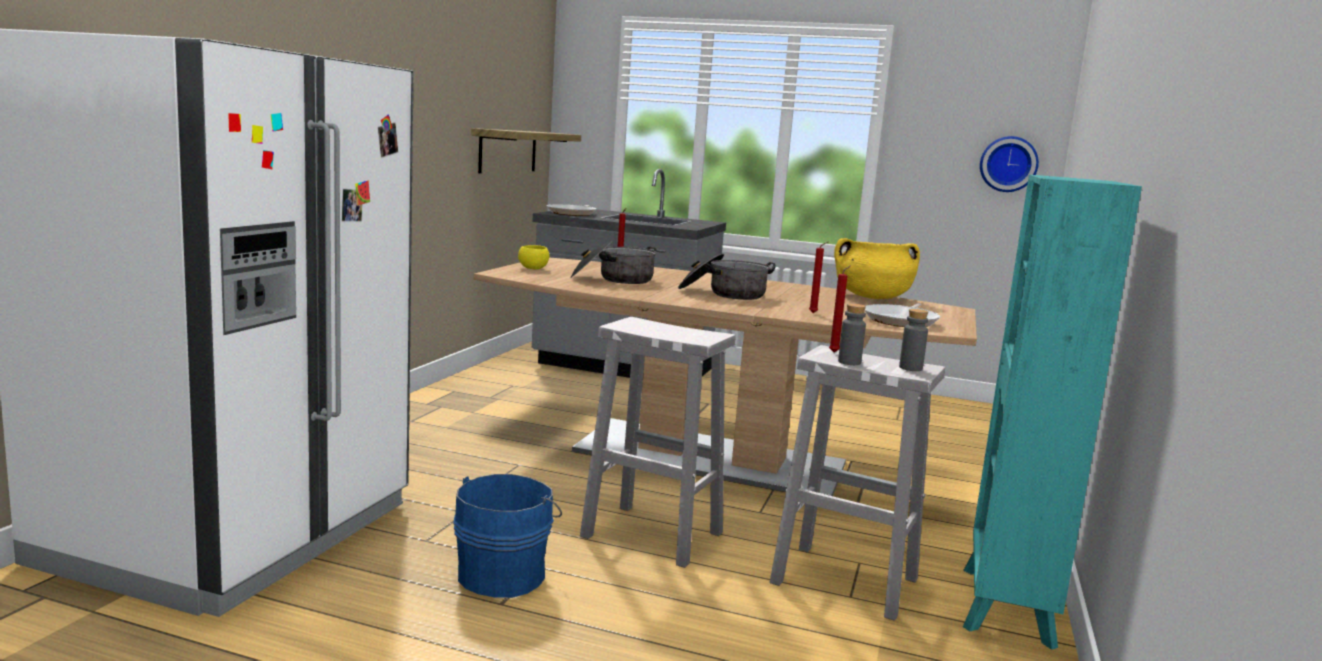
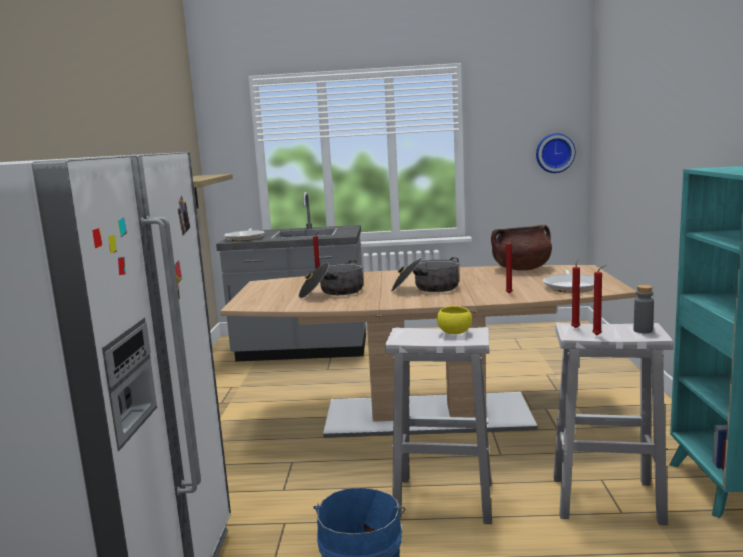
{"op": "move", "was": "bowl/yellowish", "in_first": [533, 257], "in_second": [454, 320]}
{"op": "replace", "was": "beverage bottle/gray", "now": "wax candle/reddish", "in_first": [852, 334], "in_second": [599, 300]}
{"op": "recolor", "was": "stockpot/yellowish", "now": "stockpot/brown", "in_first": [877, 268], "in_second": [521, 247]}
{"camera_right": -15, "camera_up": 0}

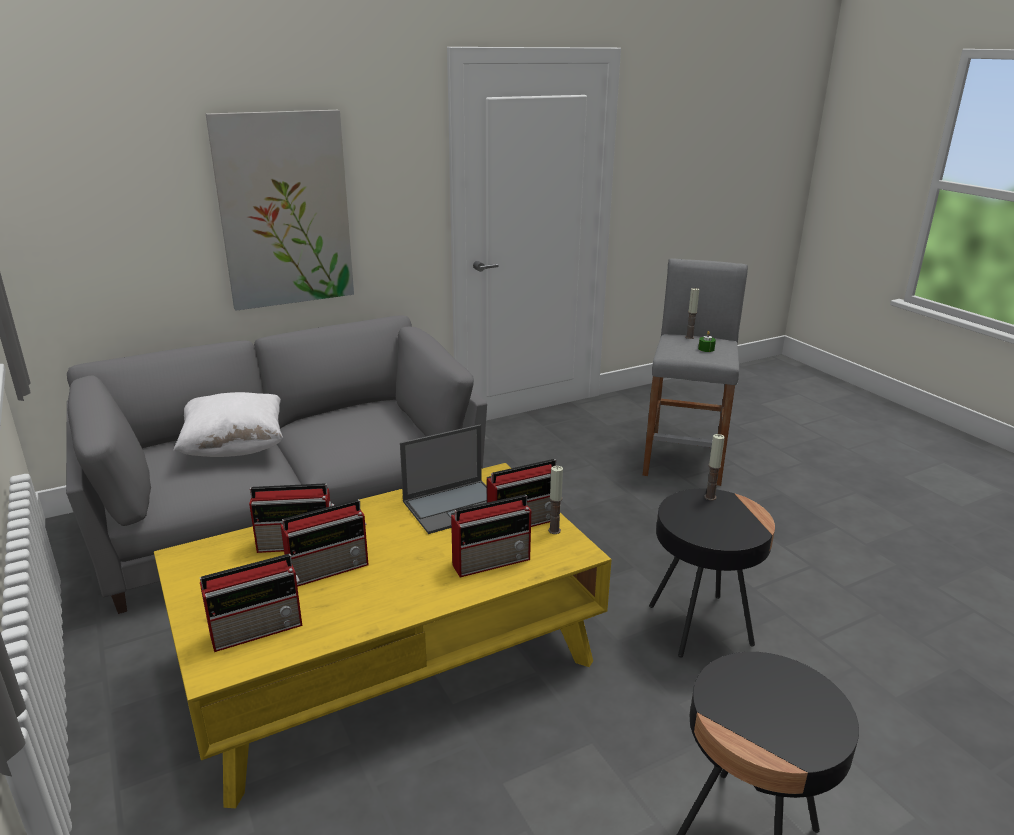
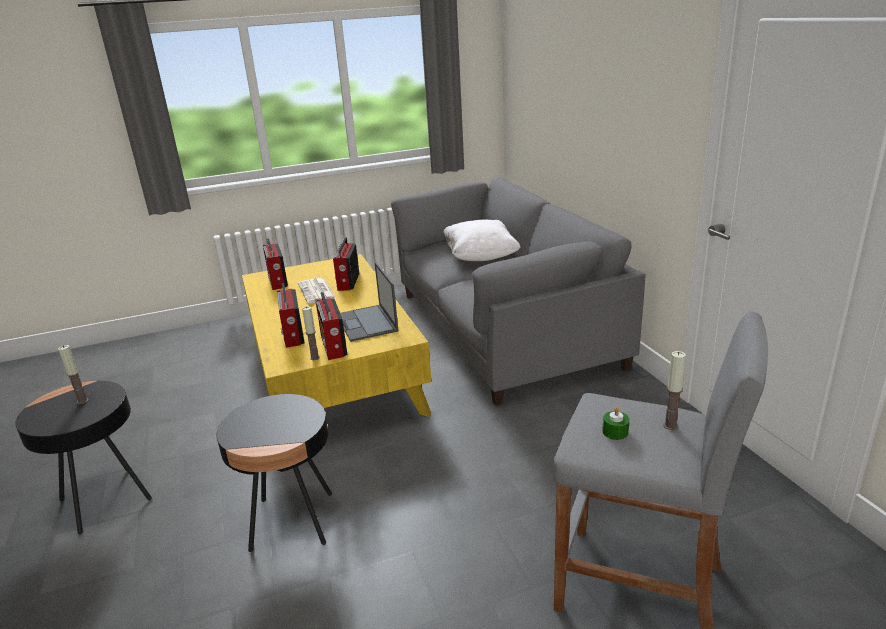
{"op": "delete", "was": "picture", "in_first": [280, 210]}
{"op": "move", "was": "wax candle", "in_first": [714, 467], "in_second": [73, 374]}
{"op": "replace", "was": "radio receiver", "now": "newspaper", "in_first": [324, 543], "in_second": [317, 291]}
{"camera_right": 100, "camera_up": 0}

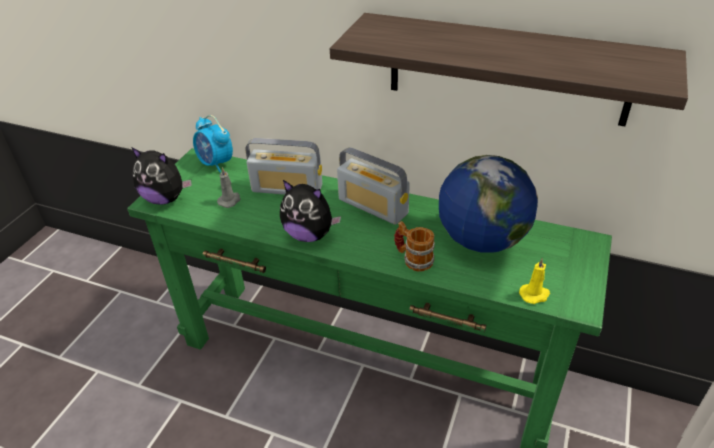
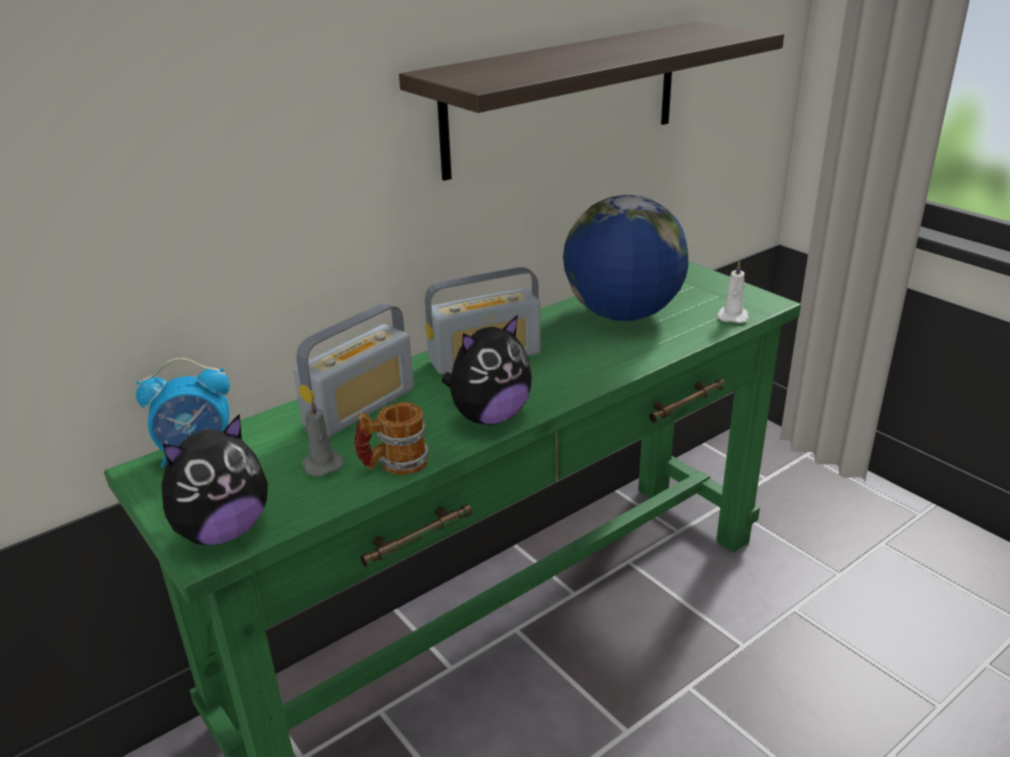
{"op": "move", "was": "tea mug", "in_first": [414, 246], "in_second": [391, 438]}
{"op": "recolor", "was": "wax candle/yellowish", "now": "wax candle/whitish", "in_first": [534, 281], "in_second": [733, 292]}
{"camera_right": -60, "camera_up": -10}

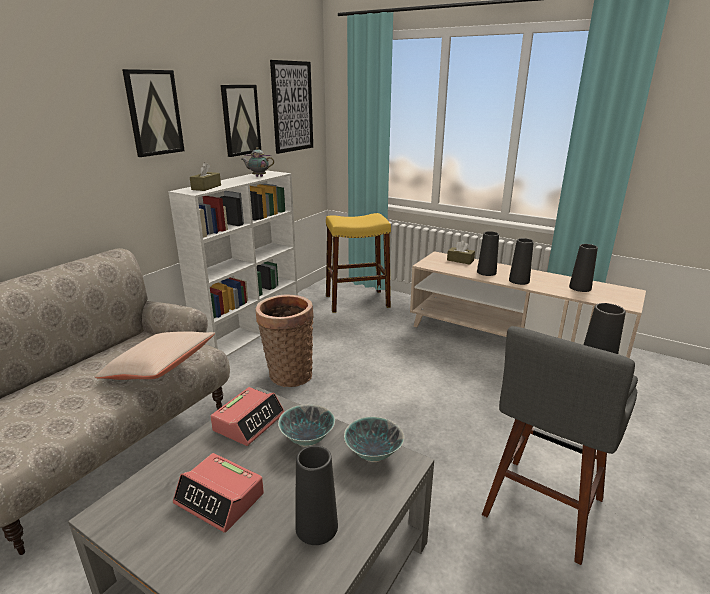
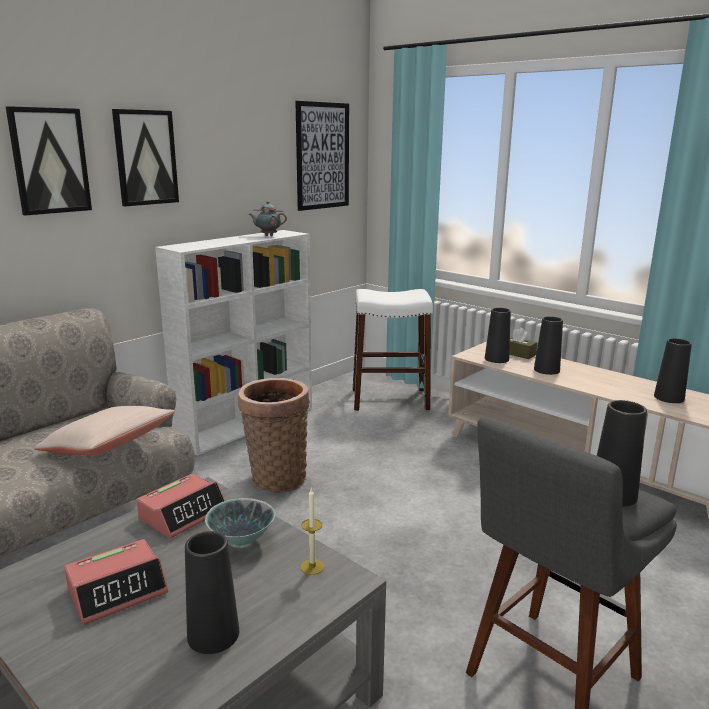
{"op": "delete", "was": "tissue box/brown", "in_first": [205, 176]}
{"op": "move", "was": "picture", "in_first": [240, 121], "in_second": [49, 161]}
{"op": "move", "was": "decorative vase/black", "in_first": [521, 261], "in_second": [498, 335]}
{"op": "replace", "was": "bowl", "now": "wax candle", "in_first": [374, 439], "in_second": [312, 532]}
{"op": "recolor", "was": "stool seat/yellowish", "now": "stool seat/whitish", "in_first": [358, 263], "in_second": [393, 350]}
{"op": "rotate", "was": "alarm clock", "in_first": [218, 493], "in_second": [116, 582], "clockwise": -75}
{"camera_right": 10, "camera_up": -5}

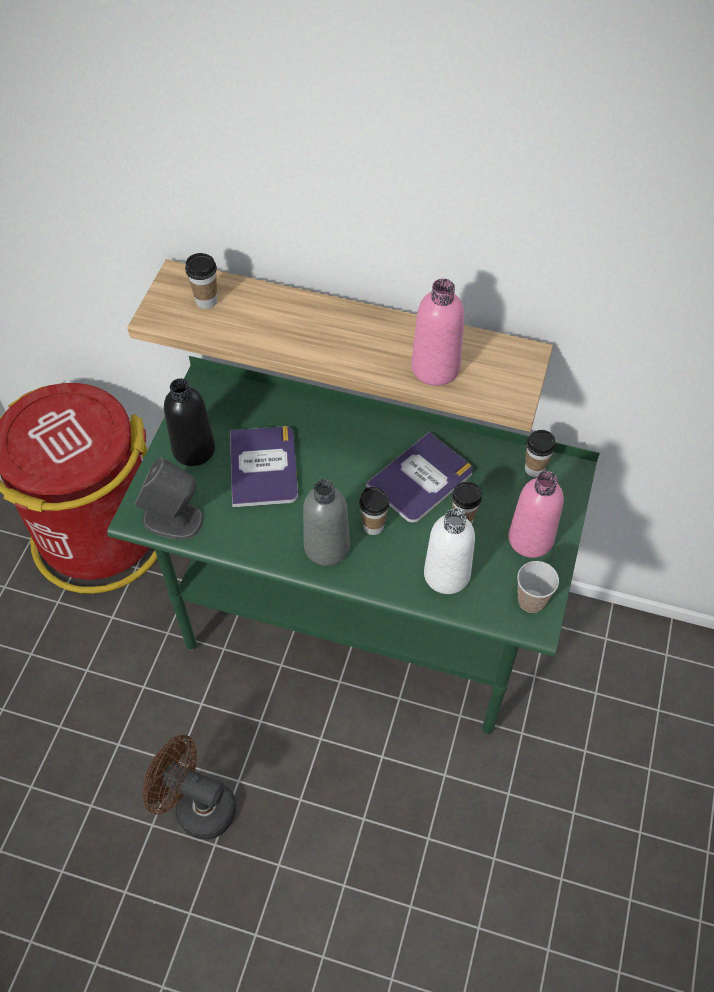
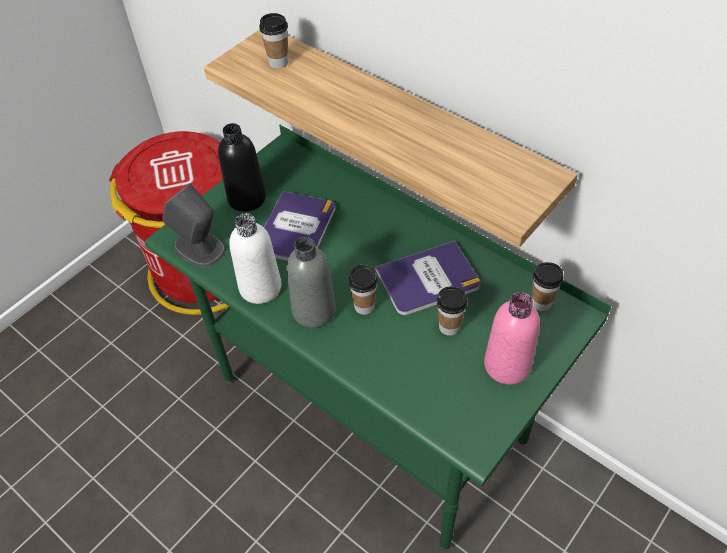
{"op": "delete", "was": "fan/brown", "in_first": [189, 787]}
{"op": "delete", "was": "beverage bottle/pinkish", "in_first": [437, 332]}
{"op": "delete", "was": "cup", "in_first": [538, 587]}
{"op": "move", "was": "beverage bottle/whitish", "in_first": [449, 551], "in_second": [255, 258]}
{"camera_right": 25, "camera_up": -5}

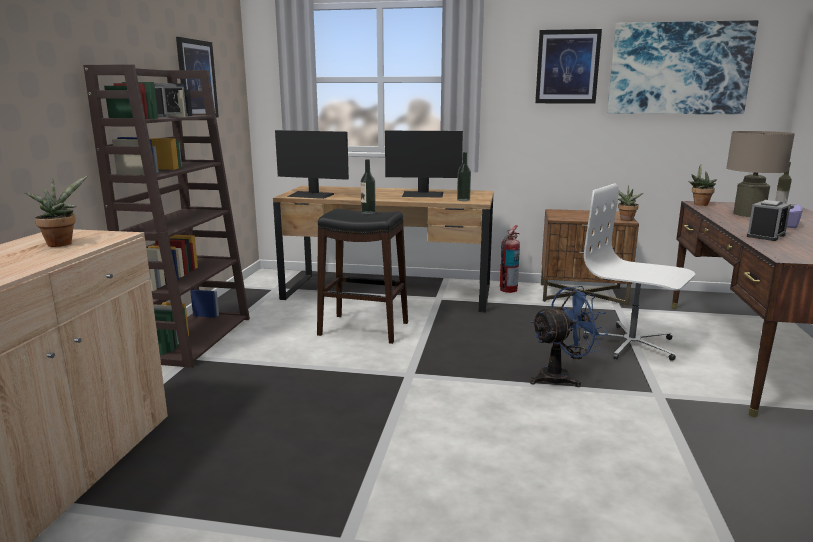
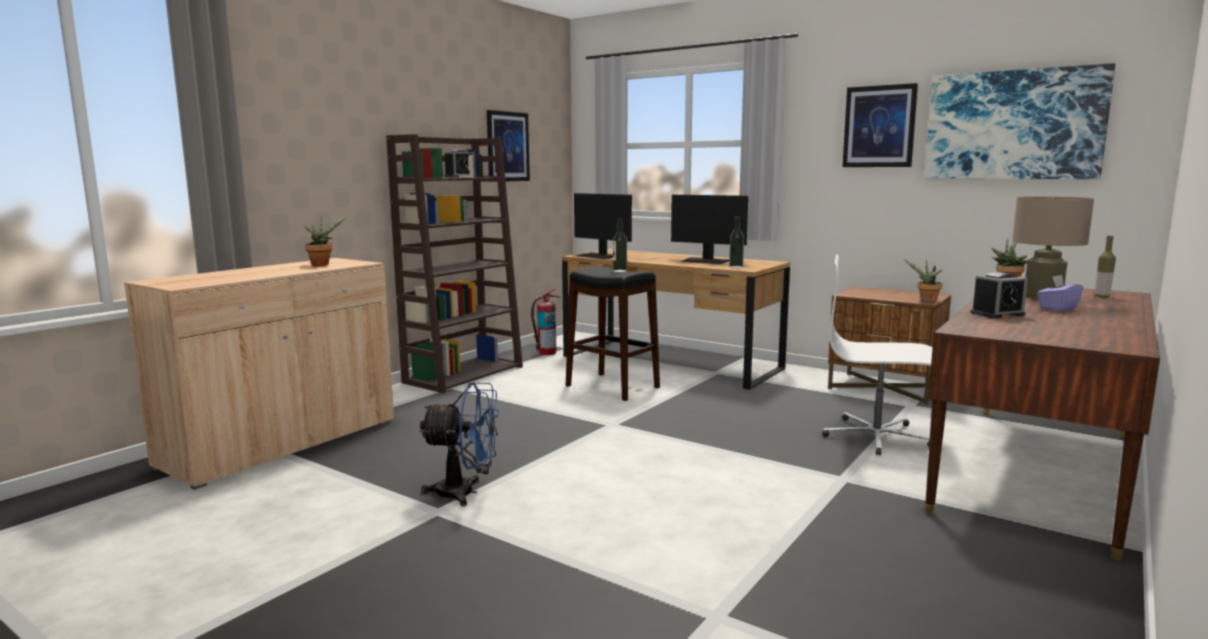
{"op": "move", "was": "extinguisher", "in_first": [510, 259], "in_second": [546, 321]}
{"op": "move", "was": "fan/blue", "in_first": [569, 336], "in_second": [459, 444]}
{"op": "rotate", "was": "desk chair/whitish", "in_first": [639, 272], "in_second": [877, 355], "clockwise": -45}
{"camera_right": 25, "camera_up": -5}

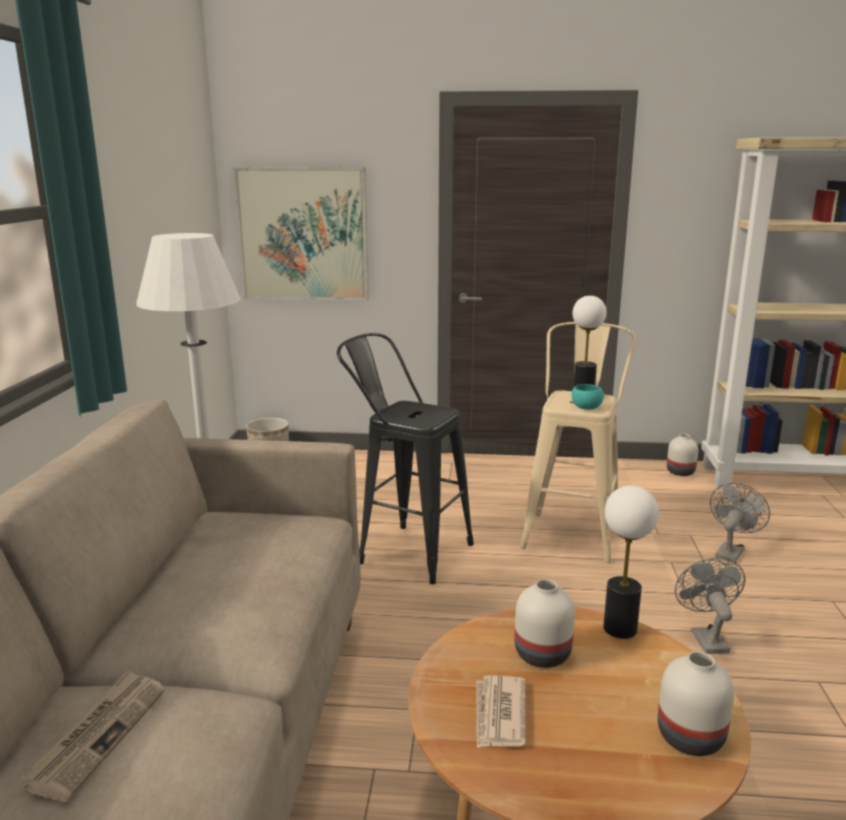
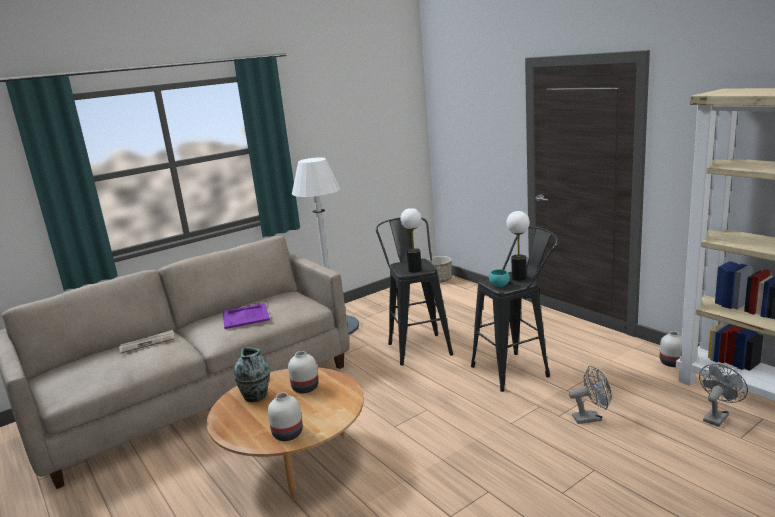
{"op": "delete", "was": "picture", "in_first": [301, 234]}
{"op": "insert", "now": "tray/purple-coloured", "in_second": [246, 316]}
{"op": "move", "was": "tabletop lamp", "in_first": [631, 562], "in_second": [411, 240]}
{"op": "move", "was": "fan/gray", "in_first": [710, 606], "in_second": [723, 395]}
{"op": "replace", "was": "newspaper", "now": "decorative vase", "in_first": [501, 712], "in_second": [251, 374]}
{"op": "recolor", "was": "stool seat/sand-coloured", "now": "stool seat/black", "in_first": [578, 442], "in_second": [514, 309]}
{"camera_right": 50, "camera_up": 0}

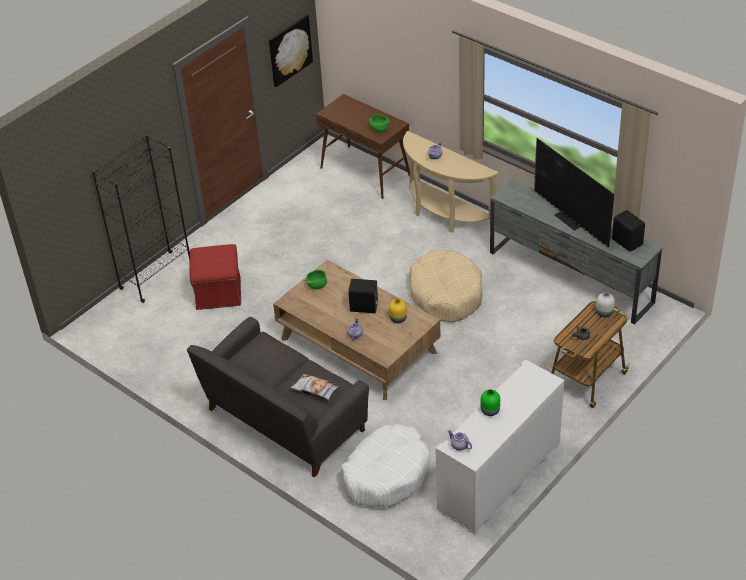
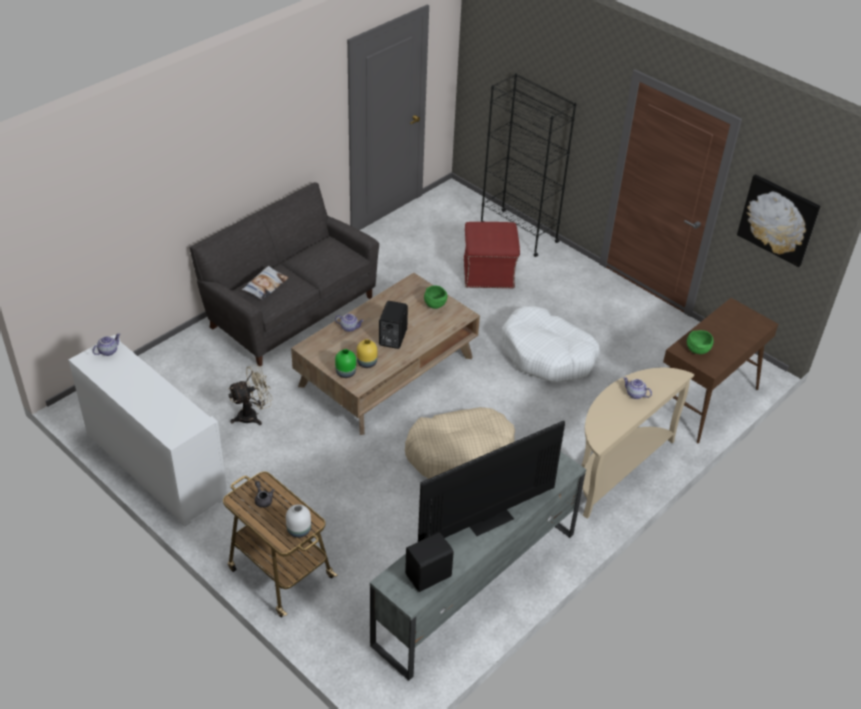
{"op": "insert", "now": "fan/sand-coloured", "in_second": [250, 394]}
{"op": "move", "was": "dog cushion/whitish", "in_first": [385, 466], "in_second": [551, 344]}
{"op": "move", "was": "decorative vase/green", "in_first": [490, 402], "in_second": [345, 363]}
{"camera_right": 90, "camera_up": 0}

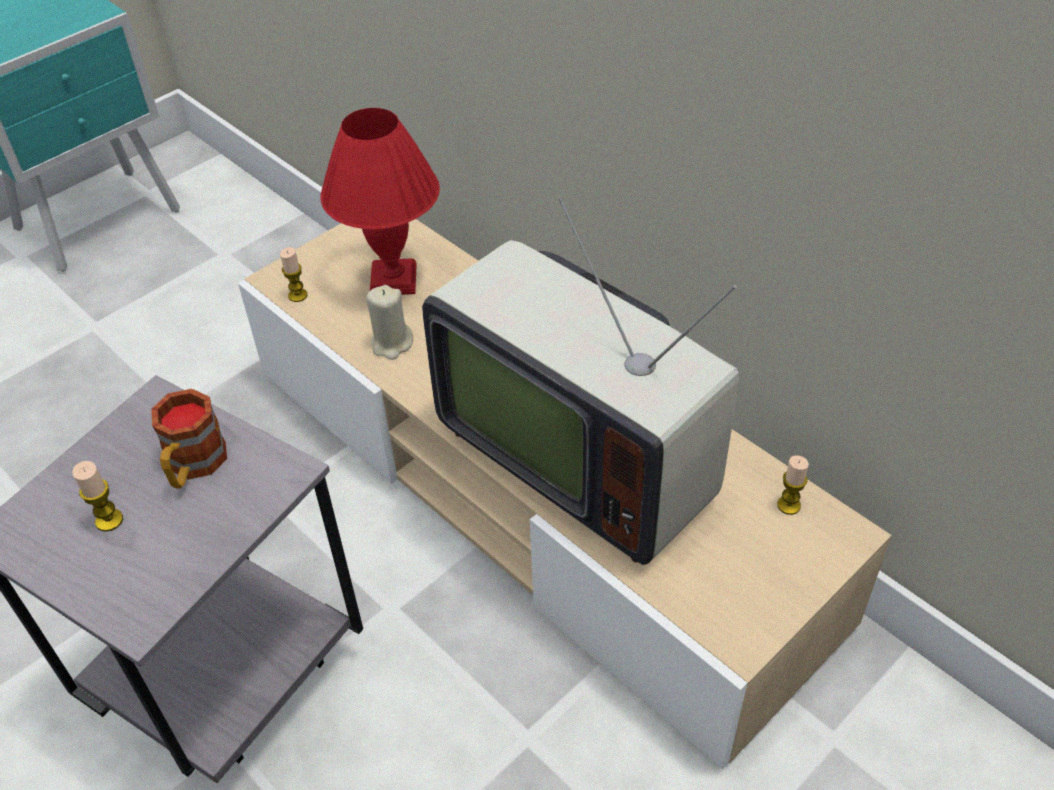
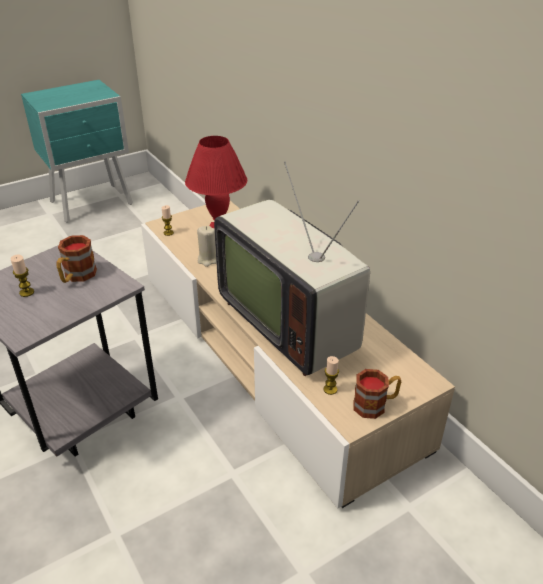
{"op": "insert", "now": "tea mug", "in_second": [377, 394]}
{"op": "move", "was": "wax candle", "in_first": [793, 485], "in_second": [331, 375]}
{"camera_right": 10, "camera_up": -10}

